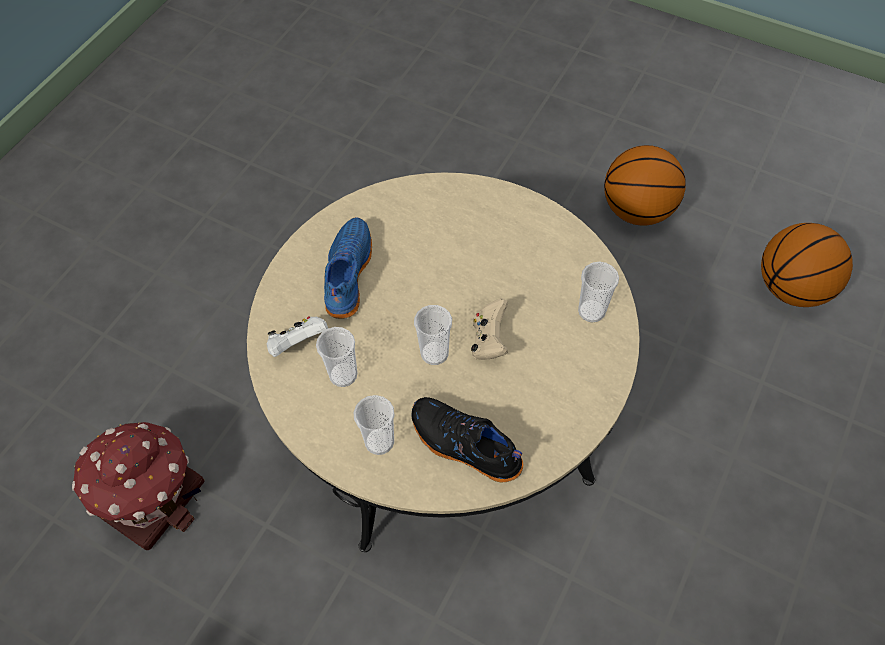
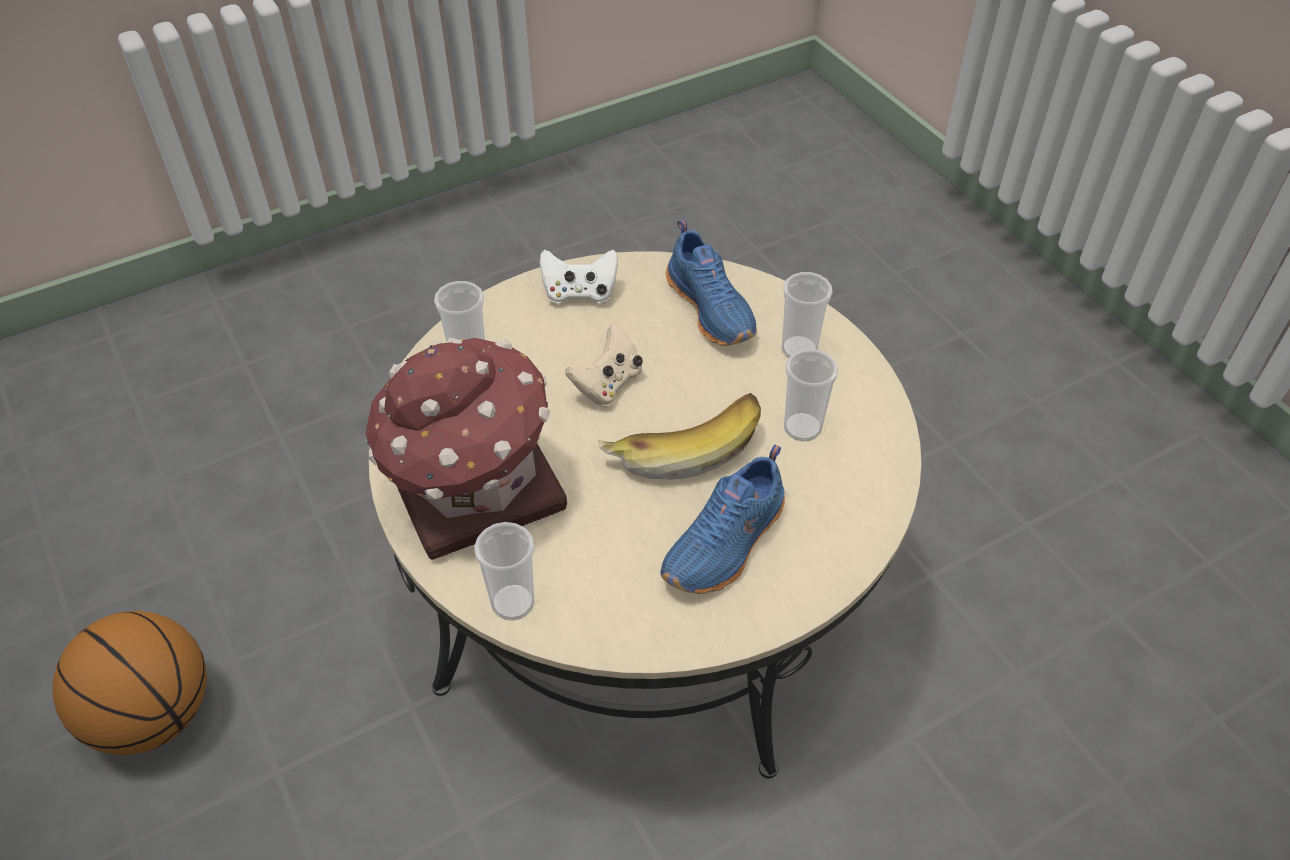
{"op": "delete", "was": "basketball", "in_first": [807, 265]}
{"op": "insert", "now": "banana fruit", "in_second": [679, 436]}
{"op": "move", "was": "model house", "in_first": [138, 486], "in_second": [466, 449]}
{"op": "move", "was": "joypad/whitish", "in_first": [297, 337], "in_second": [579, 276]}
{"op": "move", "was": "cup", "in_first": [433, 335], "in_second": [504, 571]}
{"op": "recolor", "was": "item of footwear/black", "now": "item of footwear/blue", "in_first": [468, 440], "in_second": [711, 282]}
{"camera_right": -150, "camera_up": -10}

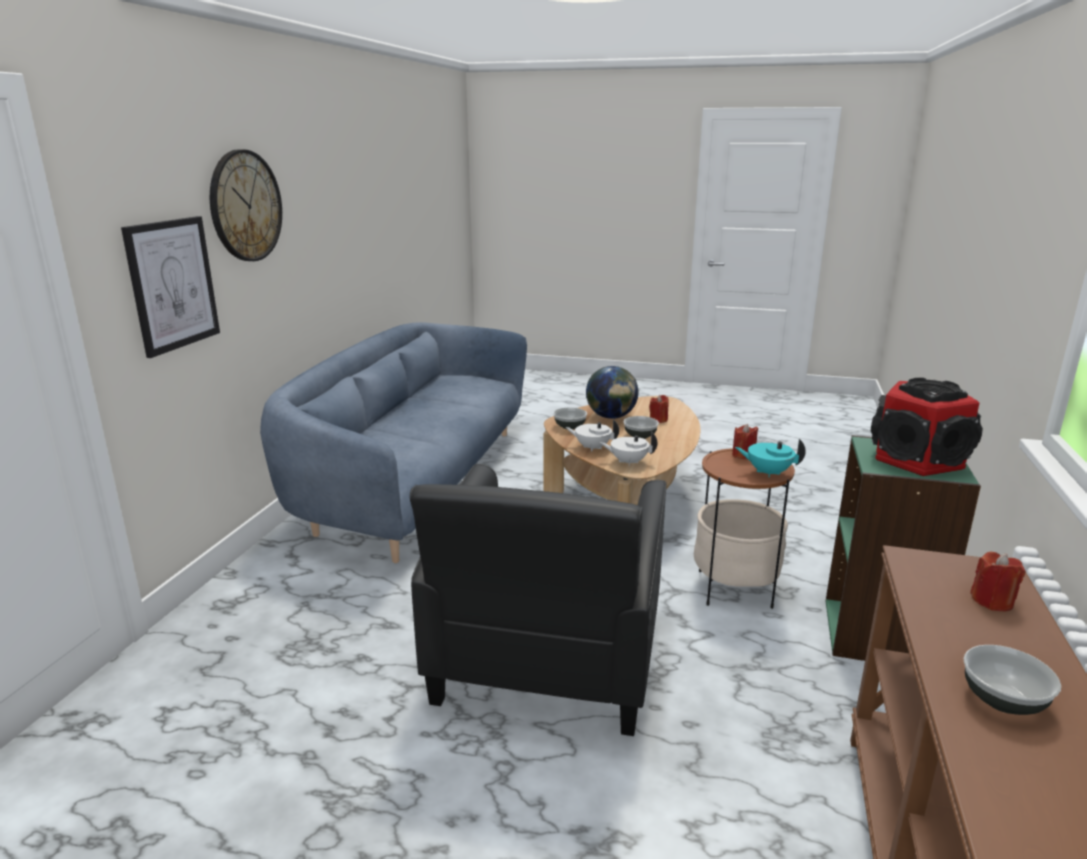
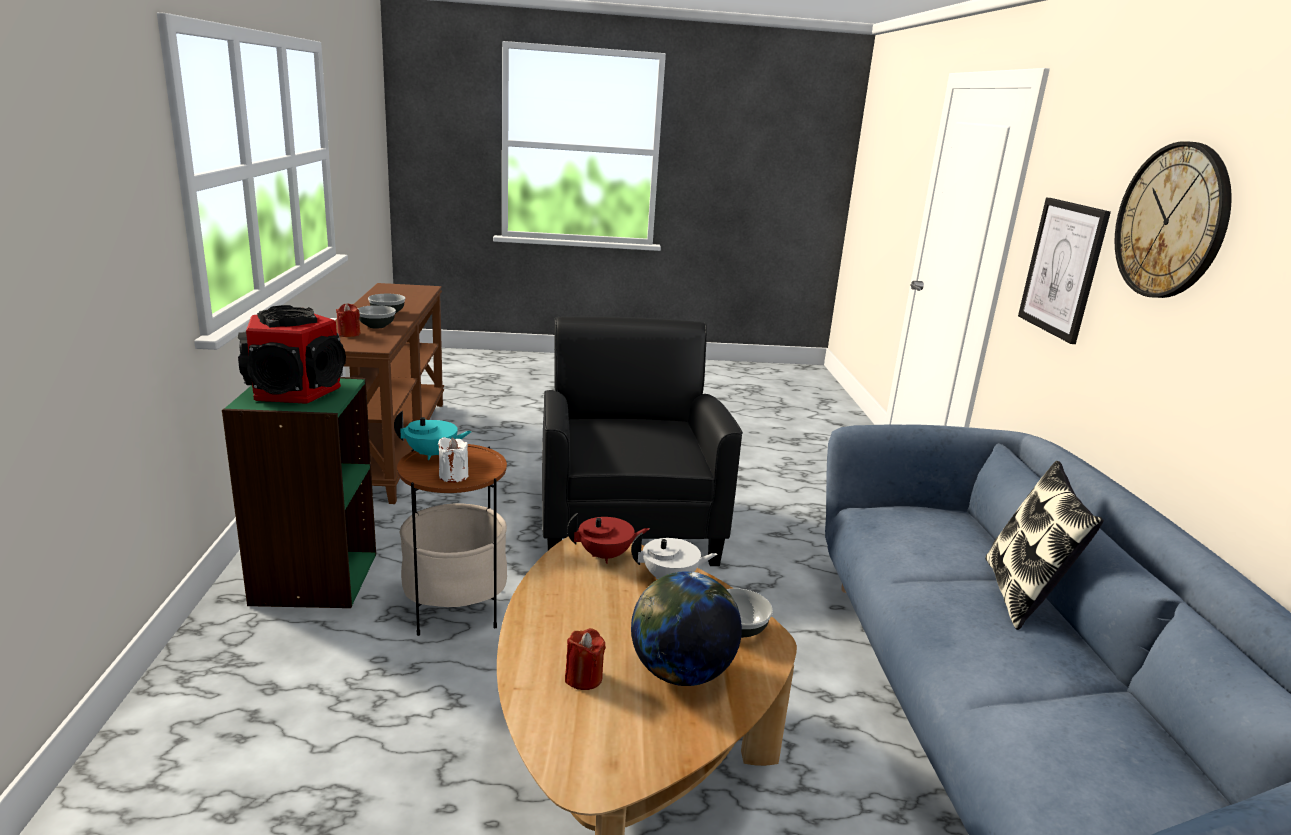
{"op": "insert", "now": "throw pillow", "in_second": [1044, 545]}
{"op": "move", "was": "bowl", "in_first": [641, 427], "in_second": [377, 317]}
{"op": "recolor", "was": "tea pot/whitish", "now": "tea pot/reddish", "in_first": [628, 449], "in_second": [608, 538]}
{"op": "recolor", "was": "wax candle/reddish", "now": "wax candle/whitish", "in_first": [745, 441], "in_second": [453, 460]}
{"camera_right": 160, "camera_up": 0}

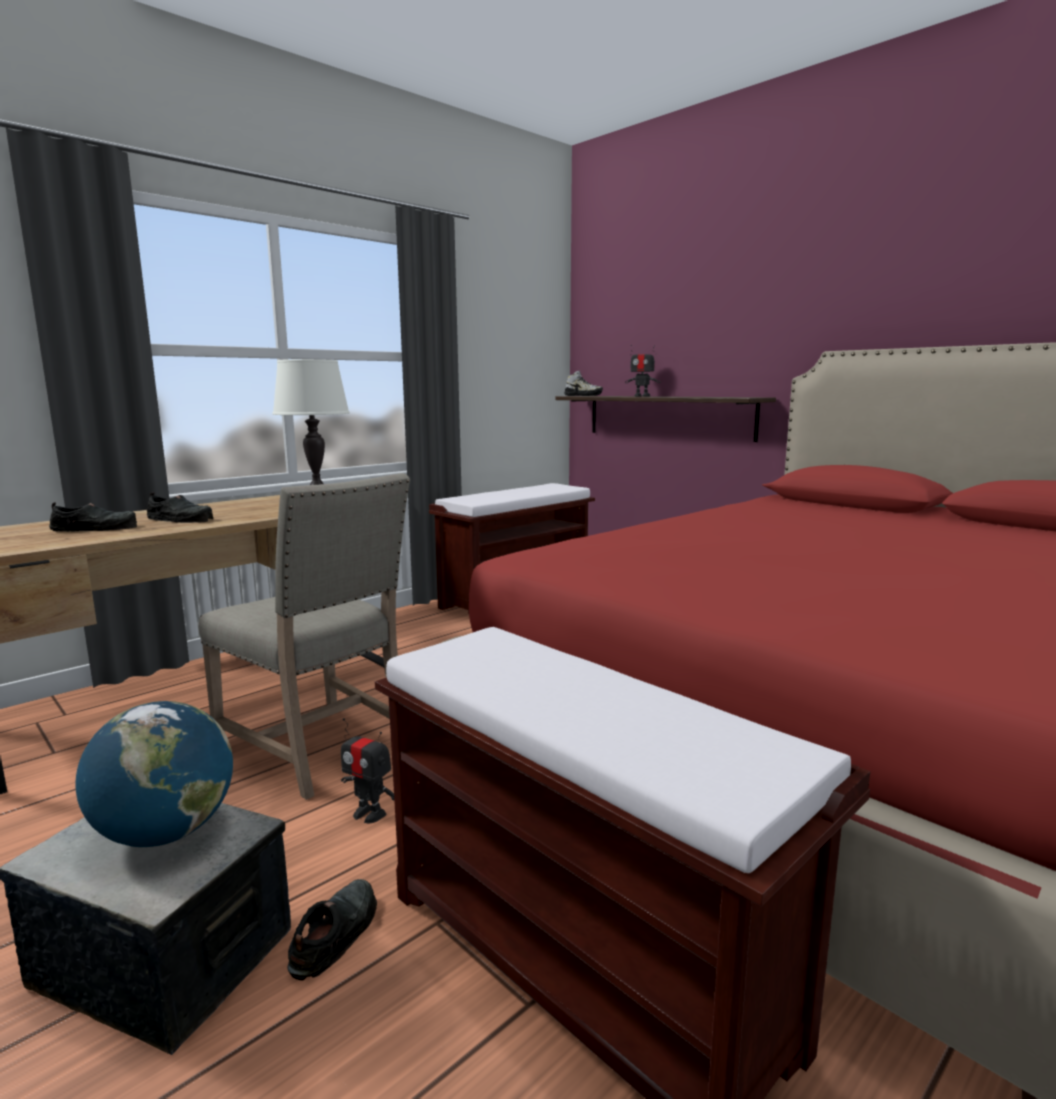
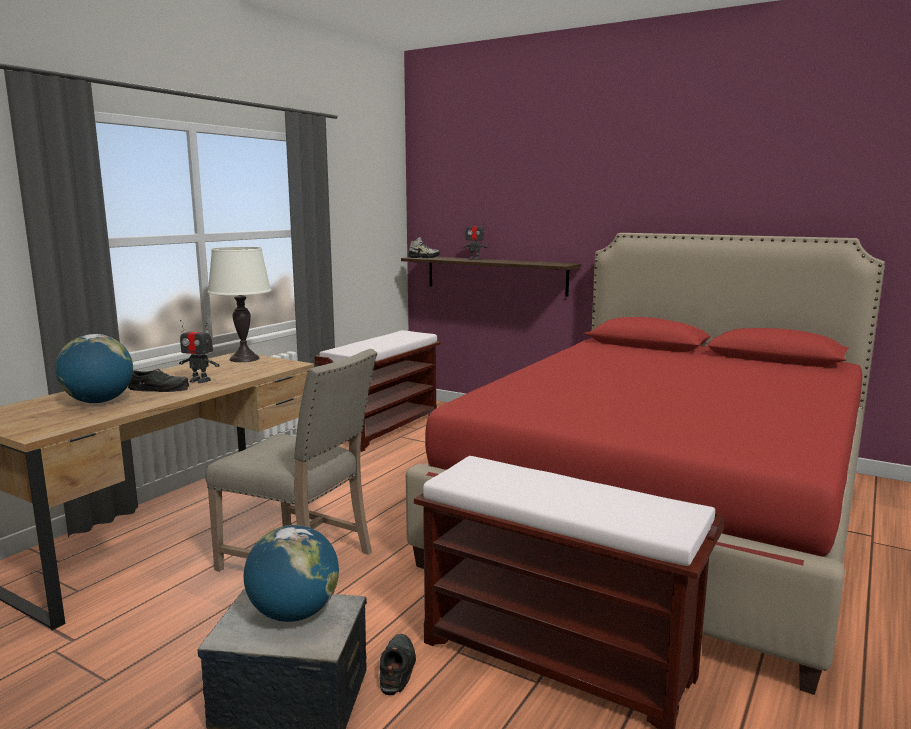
{"op": "move", "was": "toy robot", "in_first": [367, 770], "in_second": [199, 351]}
{"op": "replace", "was": "item of footwear/black", "now": "desk globe", "in_first": [93, 517], "in_second": [94, 368]}
{"camera_right": -15, "camera_up": 0}

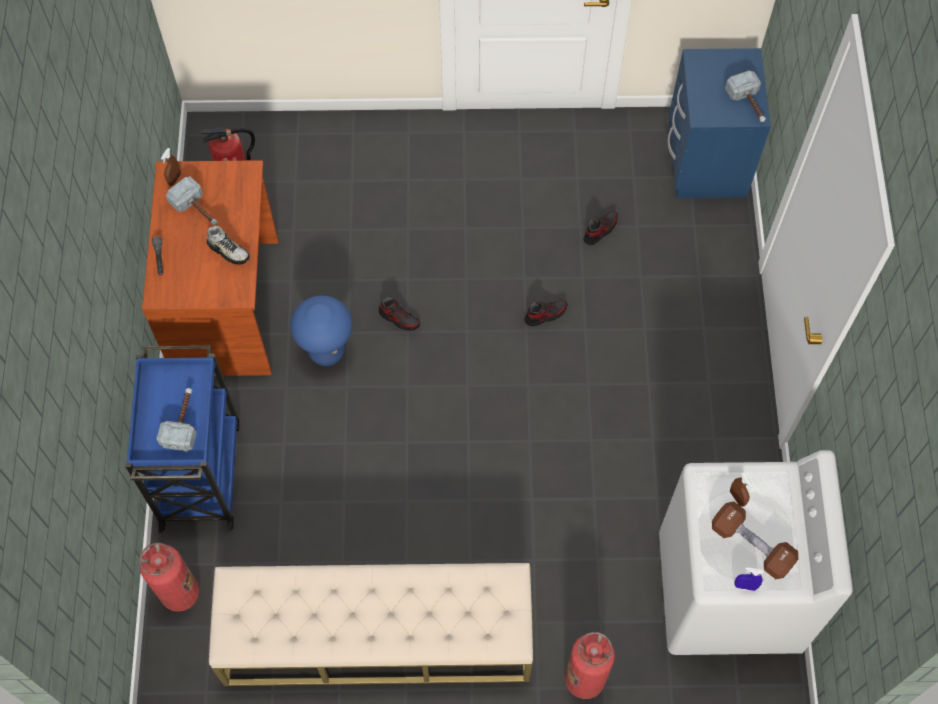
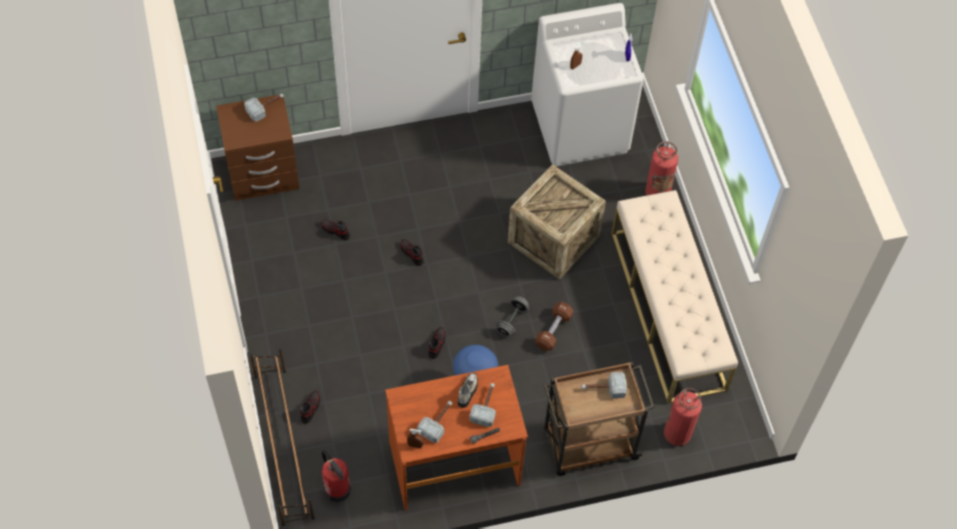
{"op": "insert", "now": "shoe shelf/brown", "in_second": [282, 437]}
{"op": "insert", "now": "item of footwear", "in_second": [310, 407]}
{"op": "insert", "now": "hand hammer", "in_second": [482, 405]}
{"op": "insert", "now": "dumbbell/gray", "in_second": [512, 316]}
{"op": "insert", "now": "shipping crate", "in_second": [557, 222]}
{"op": "move", "was": "dumbbell/brown", "in_first": [755, 540], "in_second": [554, 326]}
{"op": "recolor", "was": "trolley/blue", "now": "trolley/brown", "in_first": [182, 439], "in_second": [599, 419]}
{"op": "recolor", "was": "nightstand/blue", "now": "nightstand/brown", "in_first": [719, 123], "in_second": [257, 148]}
{"camera_right": -105, "camera_up": -5}

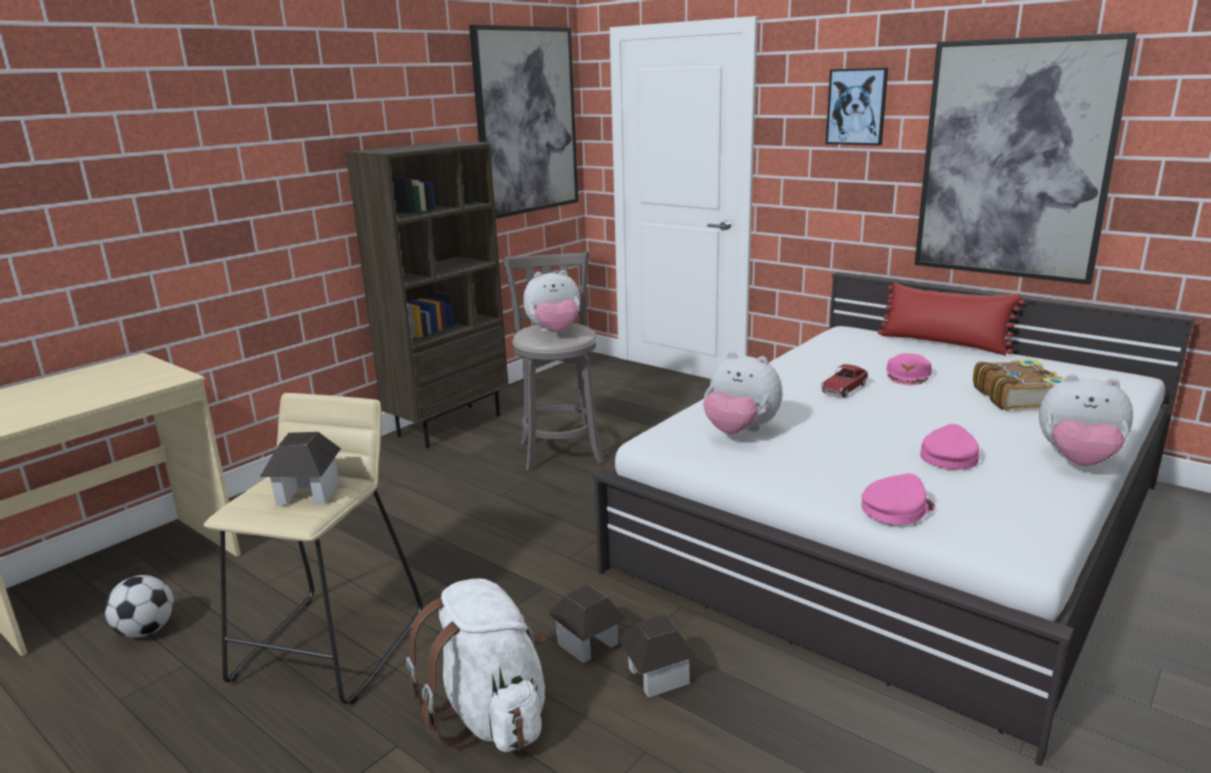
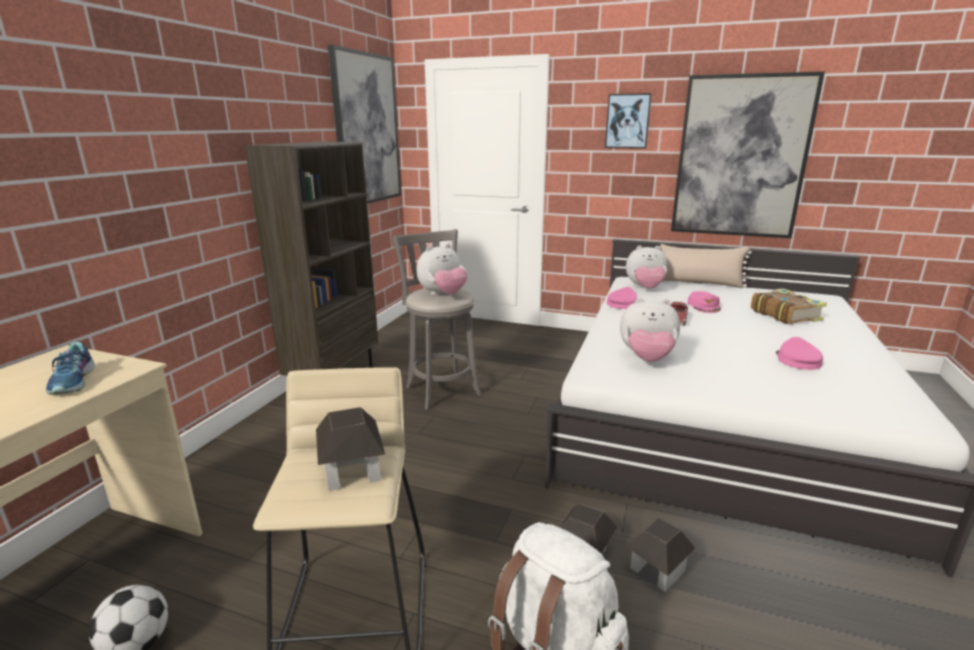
{"op": "insert", "now": "item of footwear", "in_second": [70, 368]}
{"op": "move", "was": "cap/pinkish", "in_first": [898, 499], "in_second": [622, 298]}
{"op": "move", "was": "cuddly toy", "in_first": [1086, 420], "in_second": [646, 267]}
{"op": "recolor", "was": "throw pillow/reddish", "now": "throw pillow/sand-coloured", "in_first": [951, 318], "in_second": [705, 266]}
{"camera_right": -20, "camera_up": 0}

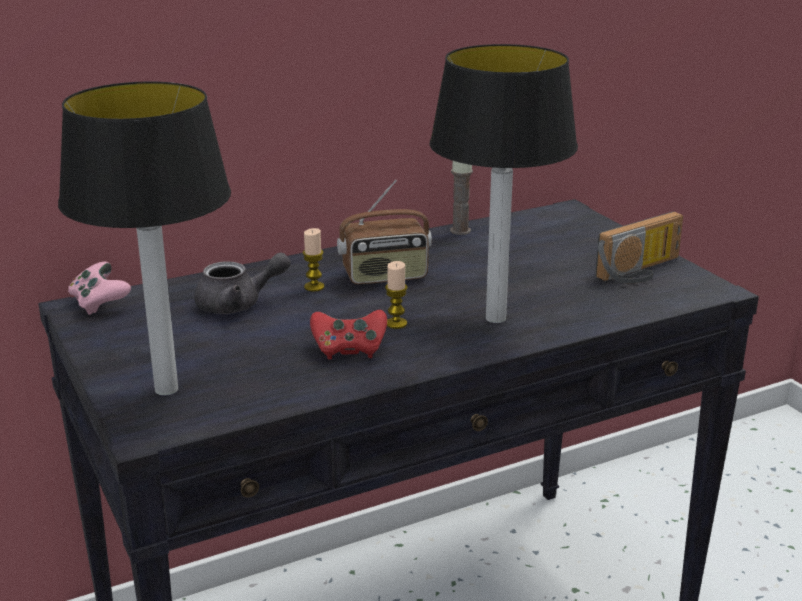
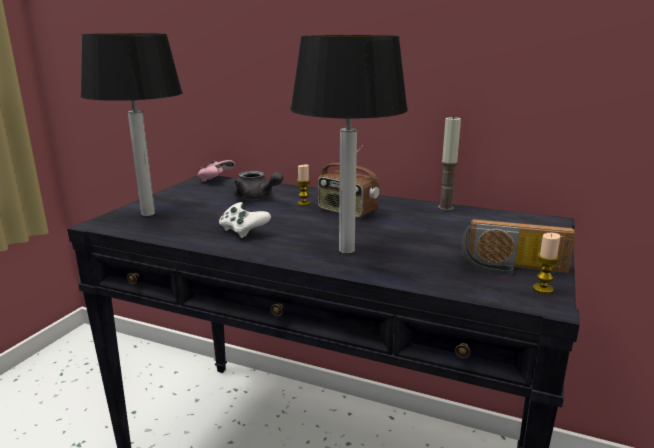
{"op": "move", "was": "wax candle", "in_first": [396, 295], "in_second": [547, 263]}
{"op": "recolor", "was": "joypad/reddish", "now": "joypad/whitish", "in_first": [348, 334], "in_second": [245, 220]}
{"camera_right": 50, "camera_up": -5}

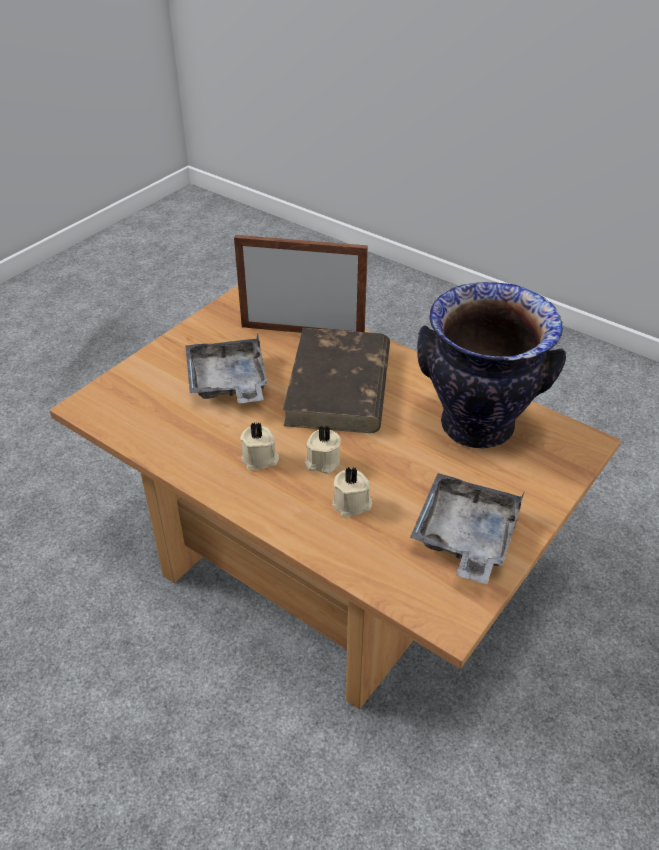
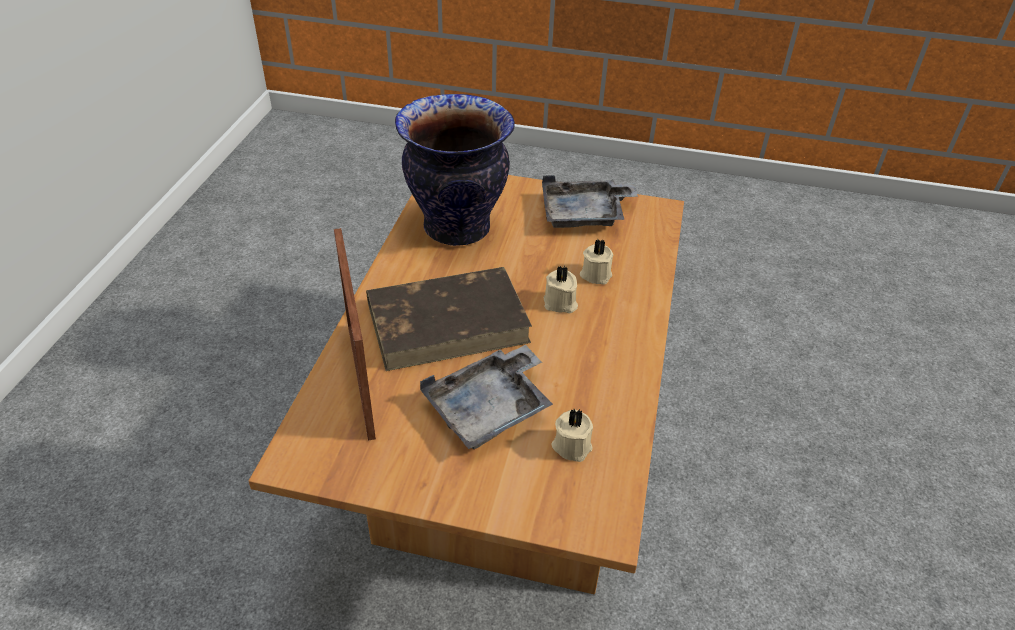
{"op": "move", "was": "wax candle/sand-coloured", "in_first": [259, 446], "in_second": [572, 435]}
{"camera_right": -115, "camera_up": 0}

